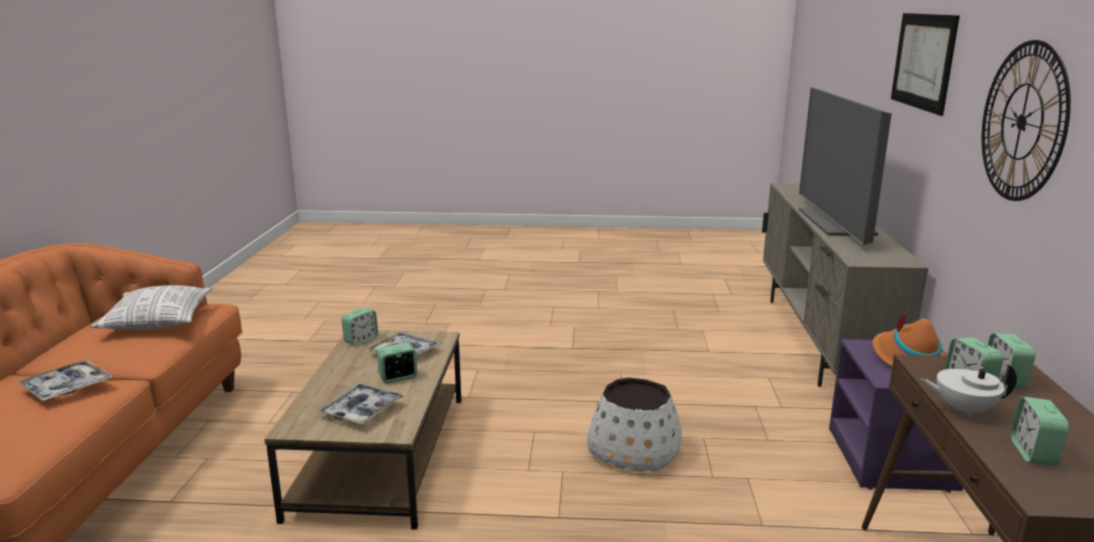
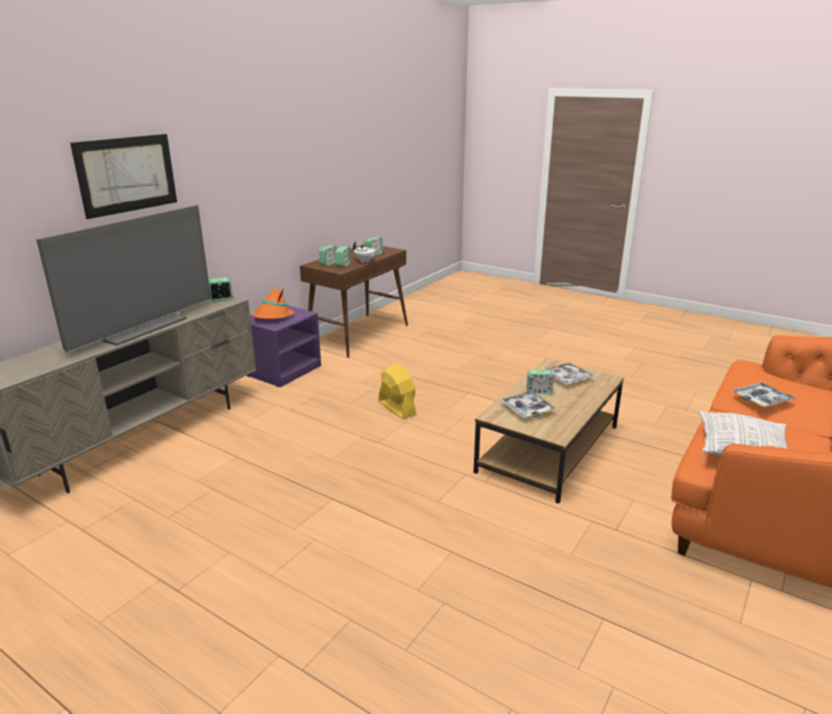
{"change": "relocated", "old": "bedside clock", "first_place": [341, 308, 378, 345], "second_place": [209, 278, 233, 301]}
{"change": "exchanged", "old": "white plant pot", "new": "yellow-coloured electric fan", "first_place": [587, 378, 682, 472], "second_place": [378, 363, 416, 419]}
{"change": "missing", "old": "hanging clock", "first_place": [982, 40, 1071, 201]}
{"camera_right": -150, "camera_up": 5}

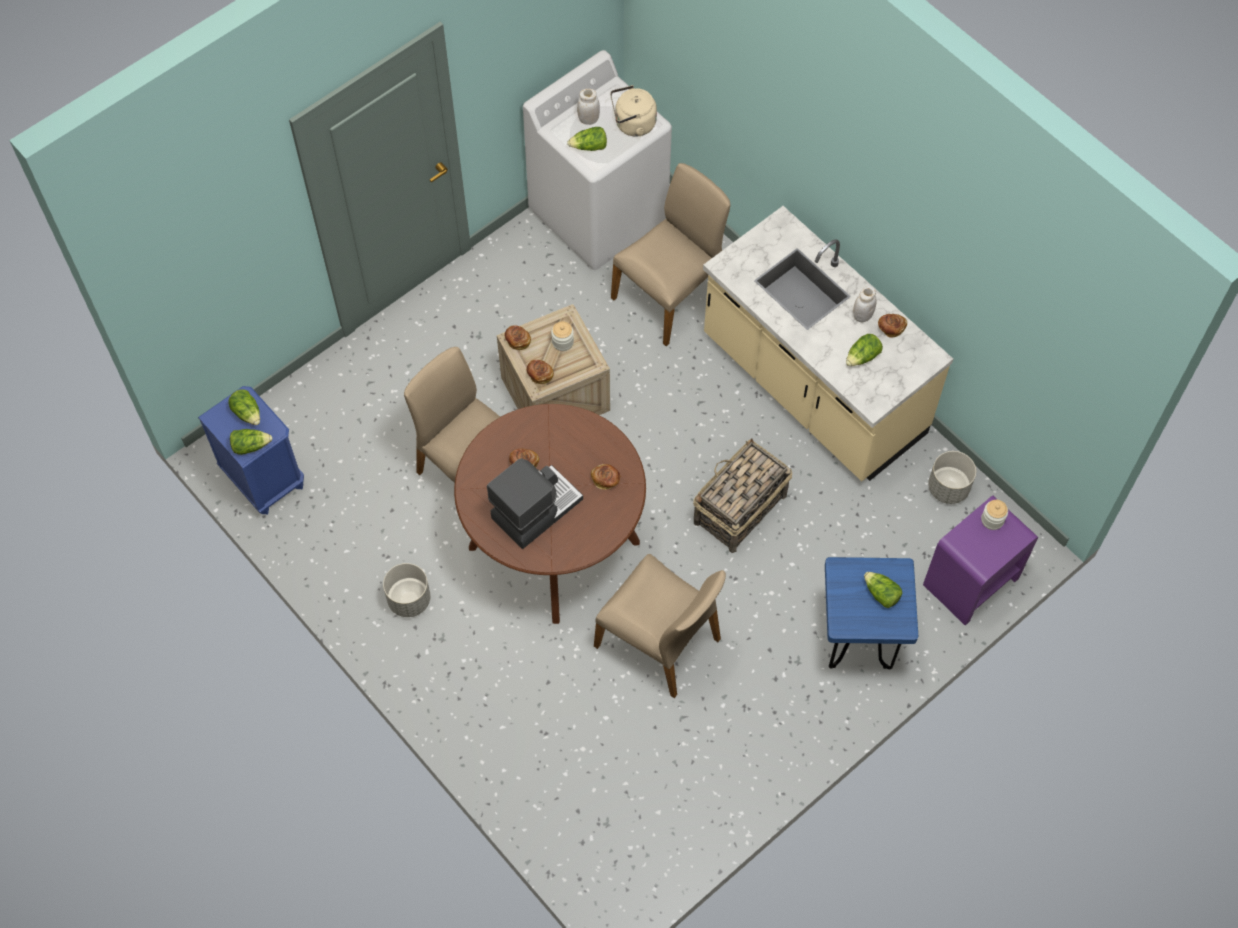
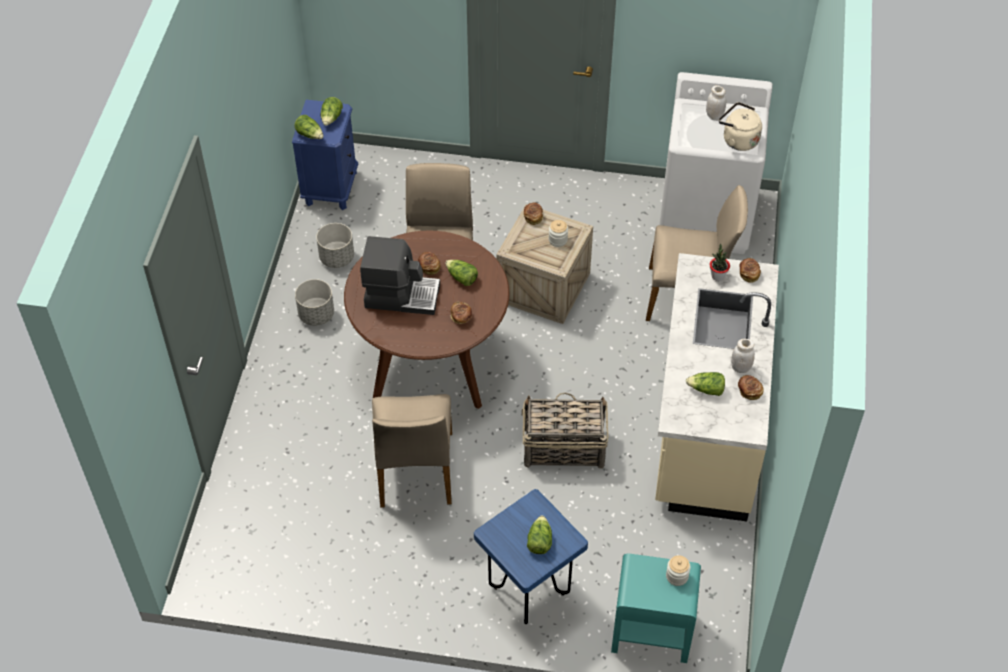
{"change": "relocated", "old": "baked bread", "first_place": [526, 360, 554, 384], "second_place": [739, 258, 761, 283]}
{"change": "relocated", "old": "head of lettuce", "first_place": [567, 127, 607, 151], "second_place": [445, 260, 478, 286]}
{"change": "colour", "old": "purple bedside table", "new": "turquoise bedside table", "first_place": [923, 496, 1038, 625], "second_place": [611, 554, 701, 663]}
{"change": "relocated", "old": "grey plant pot", "first_place": [928, 451, 976, 504], "second_place": [316, 223, 354, 268]}
{"change": "appeared", "new": "plant in a pot", "second_place": [710, 243, 730, 281]}
{"camera_right": 50, "camera_up": -10}

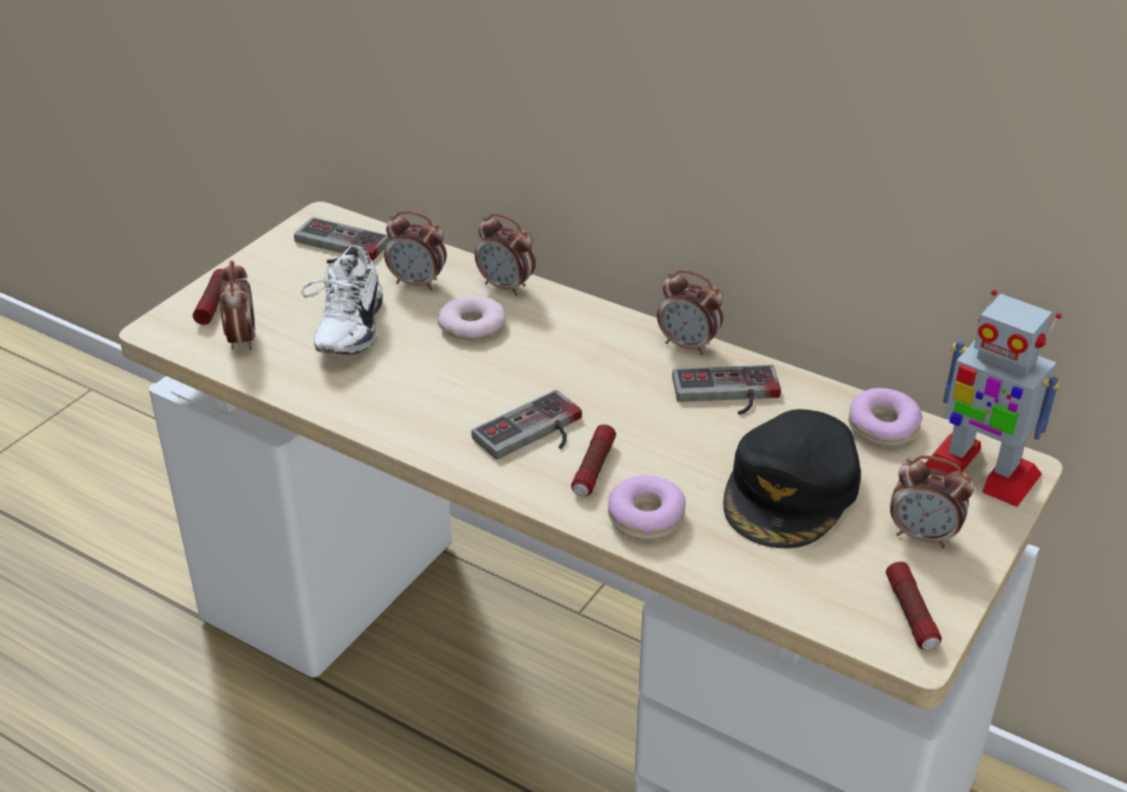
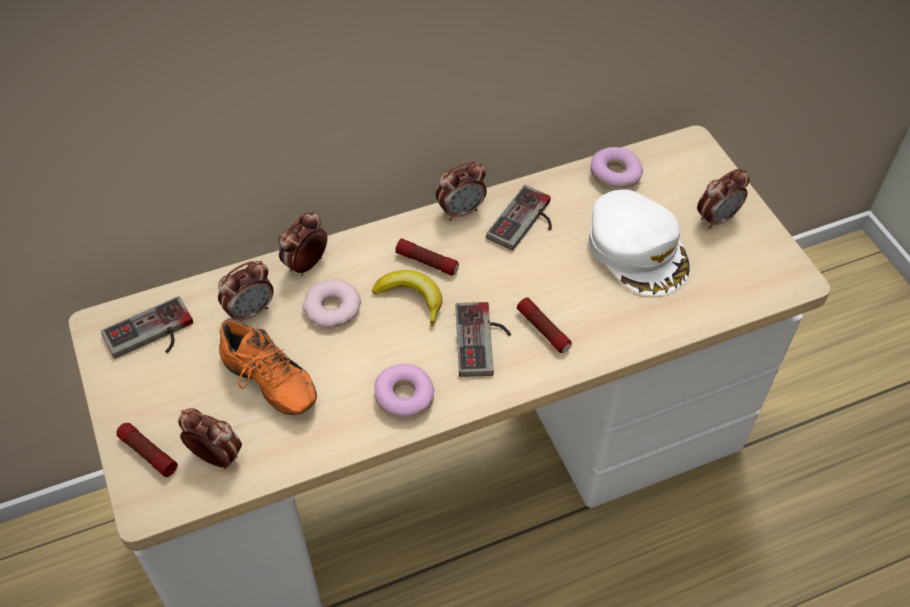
{"change": "colour", "old": "white low shoe", "new": "orange low shoe", "first_place": [301, 245, 383, 355], "second_place": [219, 319, 317, 415]}
{"change": "spun", "old": "bedside clock", "first_place": [475, 213, 536, 296], "second_place": [278, 210, 327, 276], "degrees": 150}
{"change": "relocated", "old": "ring doughnut", "first_place": [608, 475, 686, 540], "second_place": [375, 364, 434, 420]}
{"change": "colour", "old": "blackish cap", "new": "white cap", "first_place": [723, 409, 861, 548], "second_place": [589, 189, 690, 296]}
{"change": "relocated", "old": "torch", "first_place": [886, 562, 942, 650], "second_place": [395, 238, 459, 276]}
{"change": "missing", "old": "toy robot", "first_place": [925, 290, 1062, 507]}
{"change": "appeared", "new": "banana fruit", "second_place": [372, 270, 442, 326]}
{"camera_right": -55, "camera_up": 15}

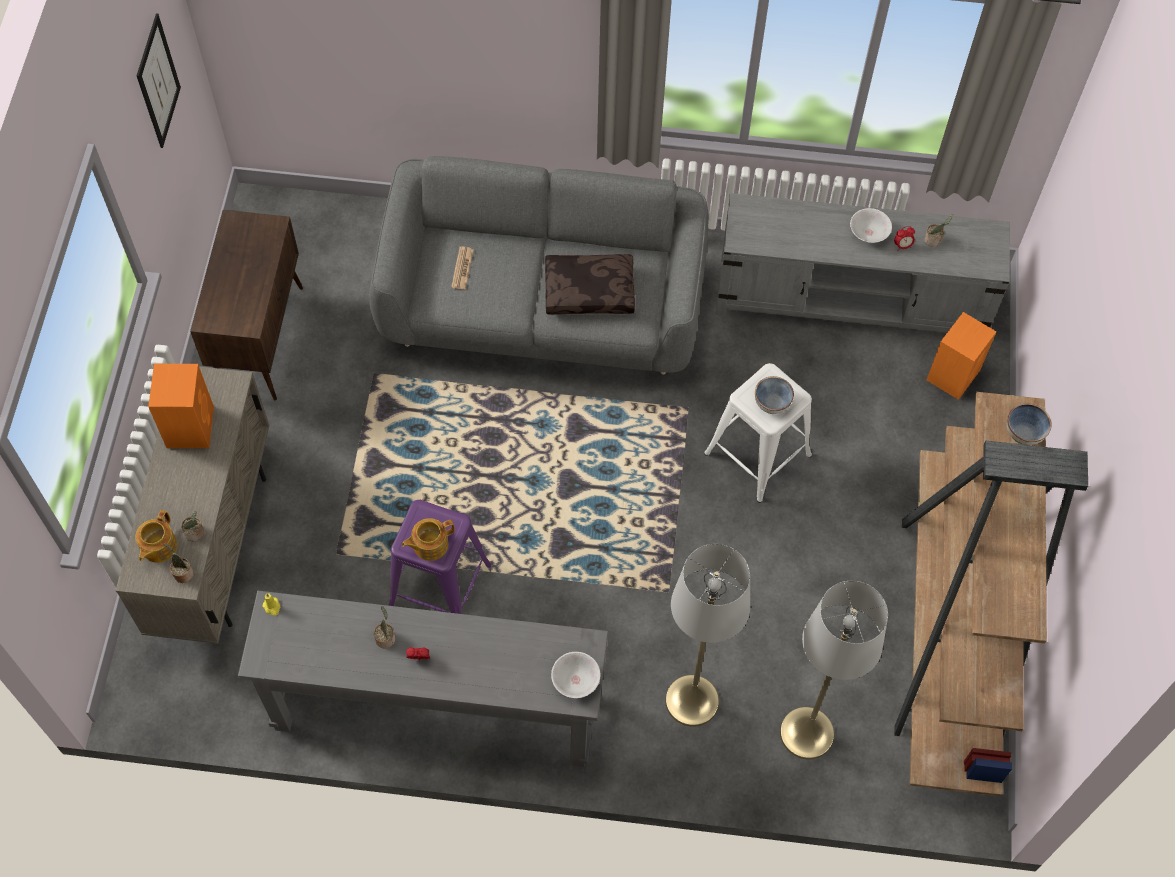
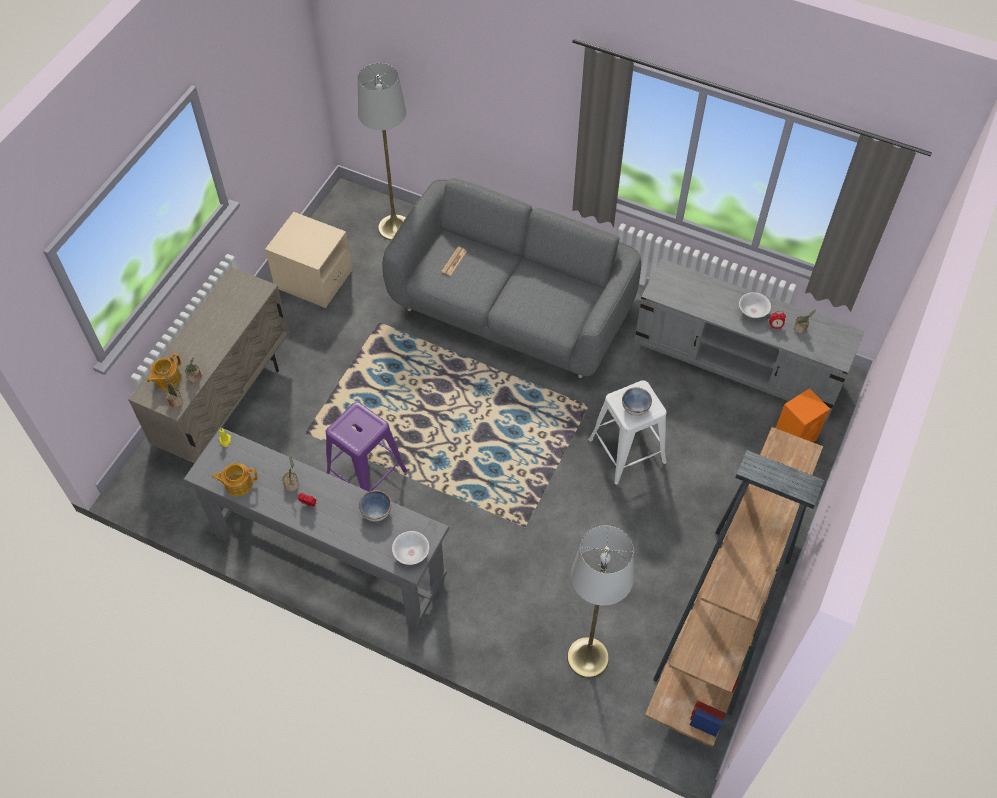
{"change": "missing", "old": "picture", "first_place": [137, 13, 181, 148]}
{"change": "missing", "old": "orange loudspeaker", "first_place": [148, 364, 214, 448]}
{"change": "exchanged", "old": "brownish cabinet", "new": "beige bedside table", "first_place": [190, 210, 303, 400], "second_place": [265, 212, 352, 308]}
{"change": "relocated", "old": "pot for tea", "first_place": [402, 518, 455, 561], "second_place": [212, 463, 258, 497]}
{"change": "missing", "old": "brownish pillow", "first_place": [545, 254, 635, 315]}
{"change": "relocated", "old": "grey floor lamp", "first_place": [665, 544, 750, 727], "second_place": [358, 63, 406, 240]}
{"change": "relocated", "old": "deep dish", "first_place": [1007, 403, 1052, 445], "second_place": [359, 490, 391, 522]}
{"camera_right": 20, "camera_up": -5}

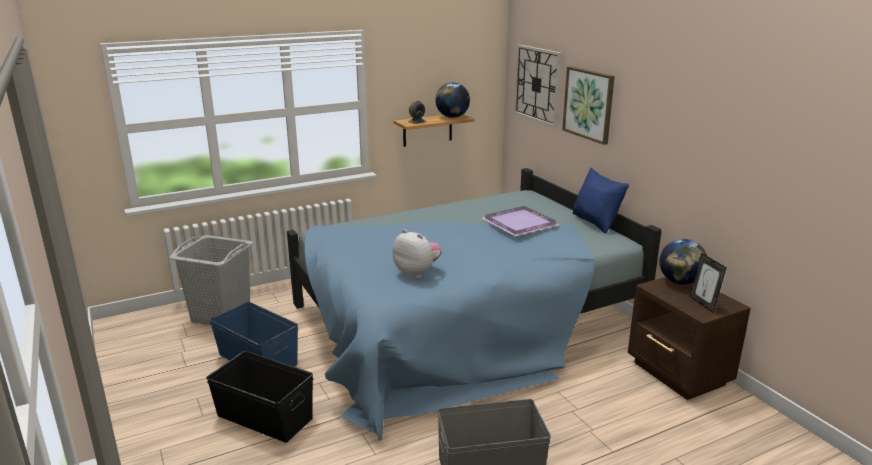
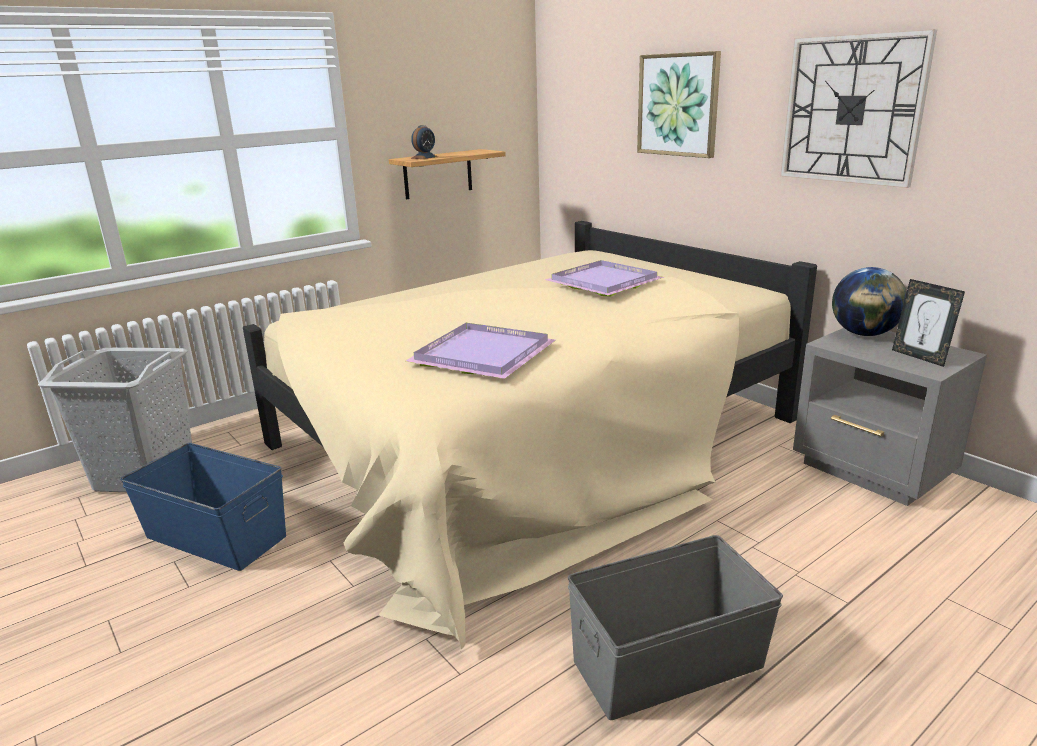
{"change": "missing", "old": "blackish storage bin", "first_place": [206, 351, 313, 443]}
{"change": "colour", "old": "blue bed", "new": "beige bed", "first_place": [287, 168, 662, 442], "second_place": [243, 221, 817, 650]}
{"change": "exchanged", "old": "cuddly toy", "new": "purple serving tray", "first_place": [392, 229, 442, 279], "second_place": [406, 323, 556, 379]}
{"change": "missing", "old": "world globe", "first_place": [435, 82, 470, 118]}
{"change": "relocated", "old": "hanging clock", "first_place": [514, 44, 562, 127], "second_place": [780, 29, 937, 188]}
{"change": "missing", "old": "blue pillow", "first_place": [573, 168, 629, 233]}
{"change": "colour", "old": "brownish bedside table", "new": "grey bedside table", "first_place": [628, 277, 751, 400], "second_place": [793, 328, 987, 506]}
{"camera_right": -10, "camera_up": 0}

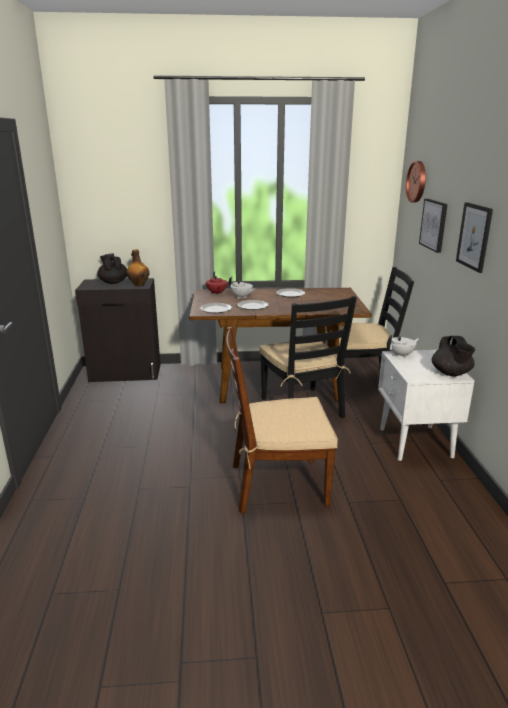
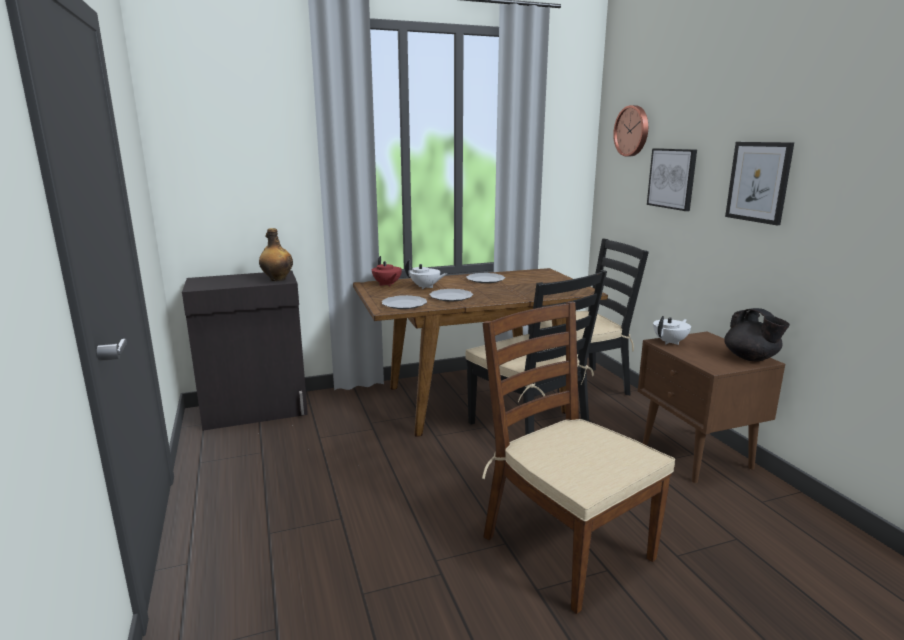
{"change": "missing", "old": "blackish pot for tea", "first_place": [97, 253, 127, 284]}
{"change": "spun", "old": "brownish upright chair", "first_place": [226, 327, 338, 513], "second_place": [482, 302, 675, 614], "degrees": 75}
{"change": "colour", "old": "white bedside table", "new": "brownish bedside table", "first_place": [378, 350, 475, 461], "second_place": [638, 332, 785, 483]}
{"camera_right": -15, "camera_up": -5}

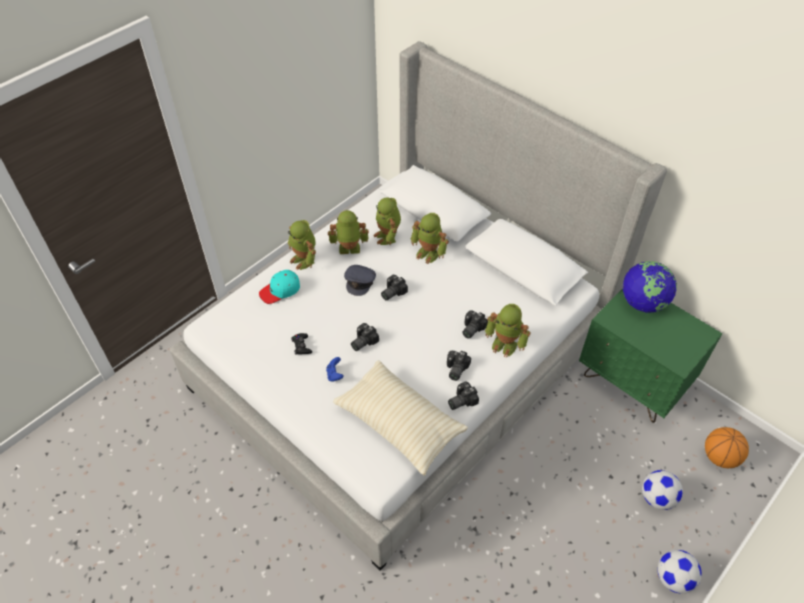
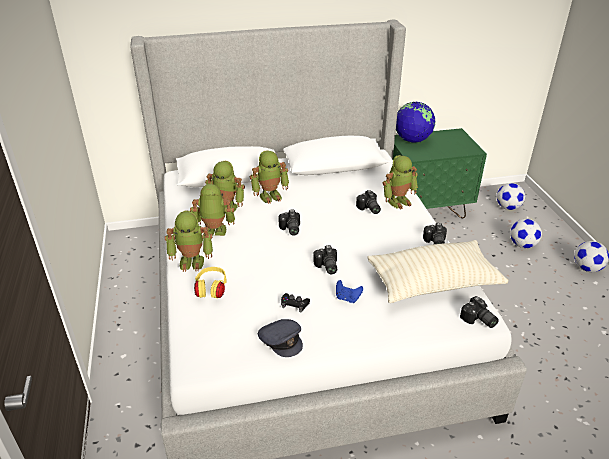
{"change": "exchanged", "old": "turquoise cap", "new": "yellow-coloured headphones", "first_place": [259, 270, 300, 304], "second_place": [194, 267, 227, 298]}
{"change": "spun", "old": "toy robot", "first_place": [328, 210, 369, 254], "second_place": [190, 184, 235, 236], "degrees": 60}
{"change": "relocated", "old": "grey cap", "first_place": [344, 265, 376, 296], "second_place": [258, 319, 303, 357]}
{"change": "relocated", "old": "still camera", "first_place": [447, 351, 471, 381], "second_place": [460, 296, 499, 328]}
{"change": "exchanged", "old": "basketball", "new": "football ball", "first_place": [705, 427, 749, 468], "second_place": [497, 183, 525, 210]}
{"camera_right": -55, "camera_up": -15}

